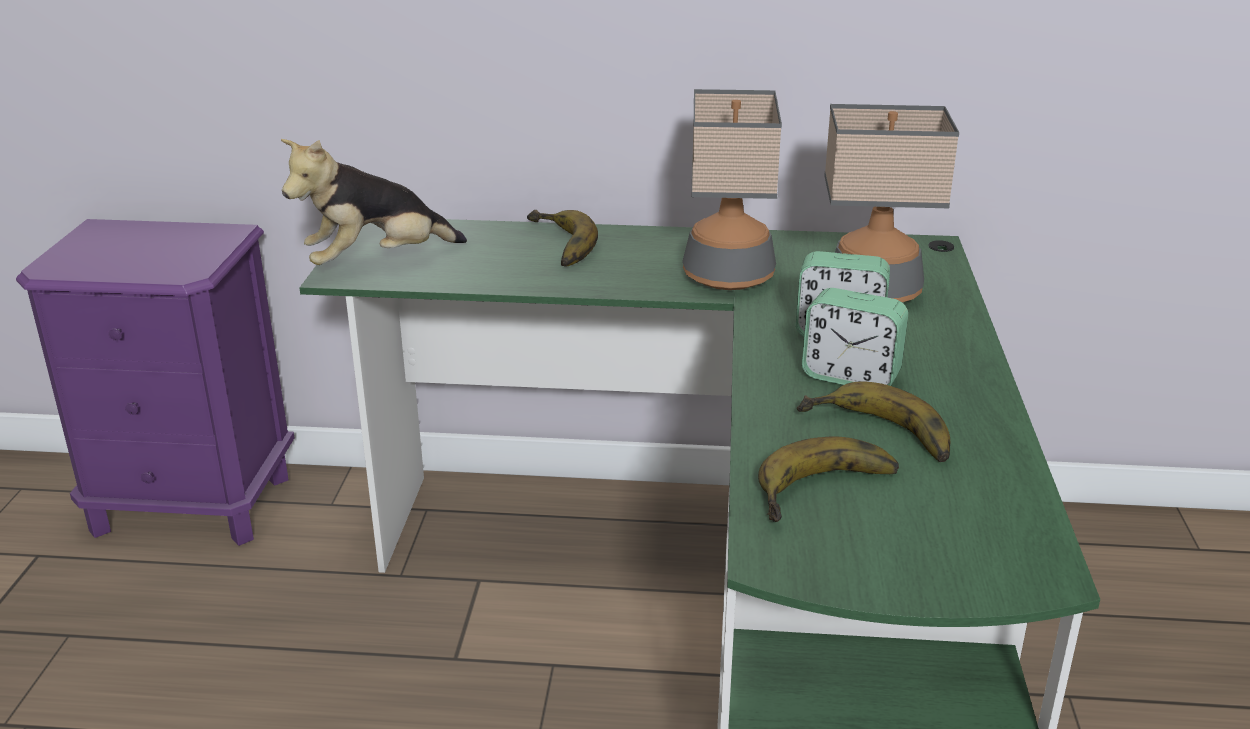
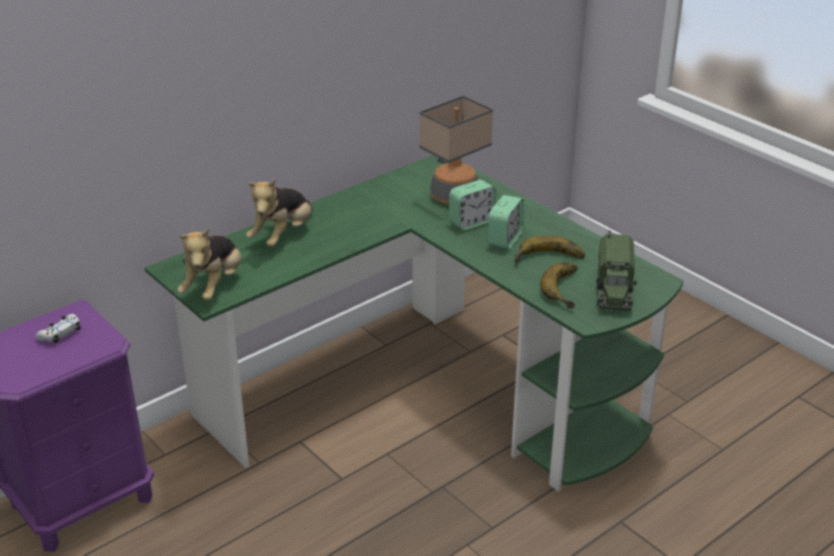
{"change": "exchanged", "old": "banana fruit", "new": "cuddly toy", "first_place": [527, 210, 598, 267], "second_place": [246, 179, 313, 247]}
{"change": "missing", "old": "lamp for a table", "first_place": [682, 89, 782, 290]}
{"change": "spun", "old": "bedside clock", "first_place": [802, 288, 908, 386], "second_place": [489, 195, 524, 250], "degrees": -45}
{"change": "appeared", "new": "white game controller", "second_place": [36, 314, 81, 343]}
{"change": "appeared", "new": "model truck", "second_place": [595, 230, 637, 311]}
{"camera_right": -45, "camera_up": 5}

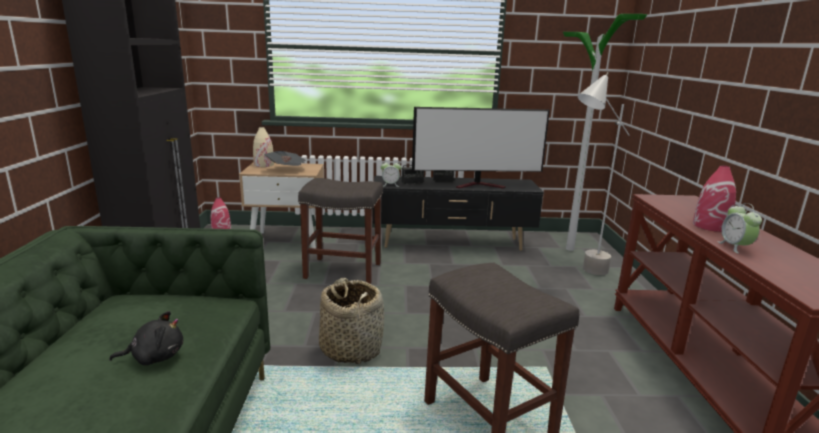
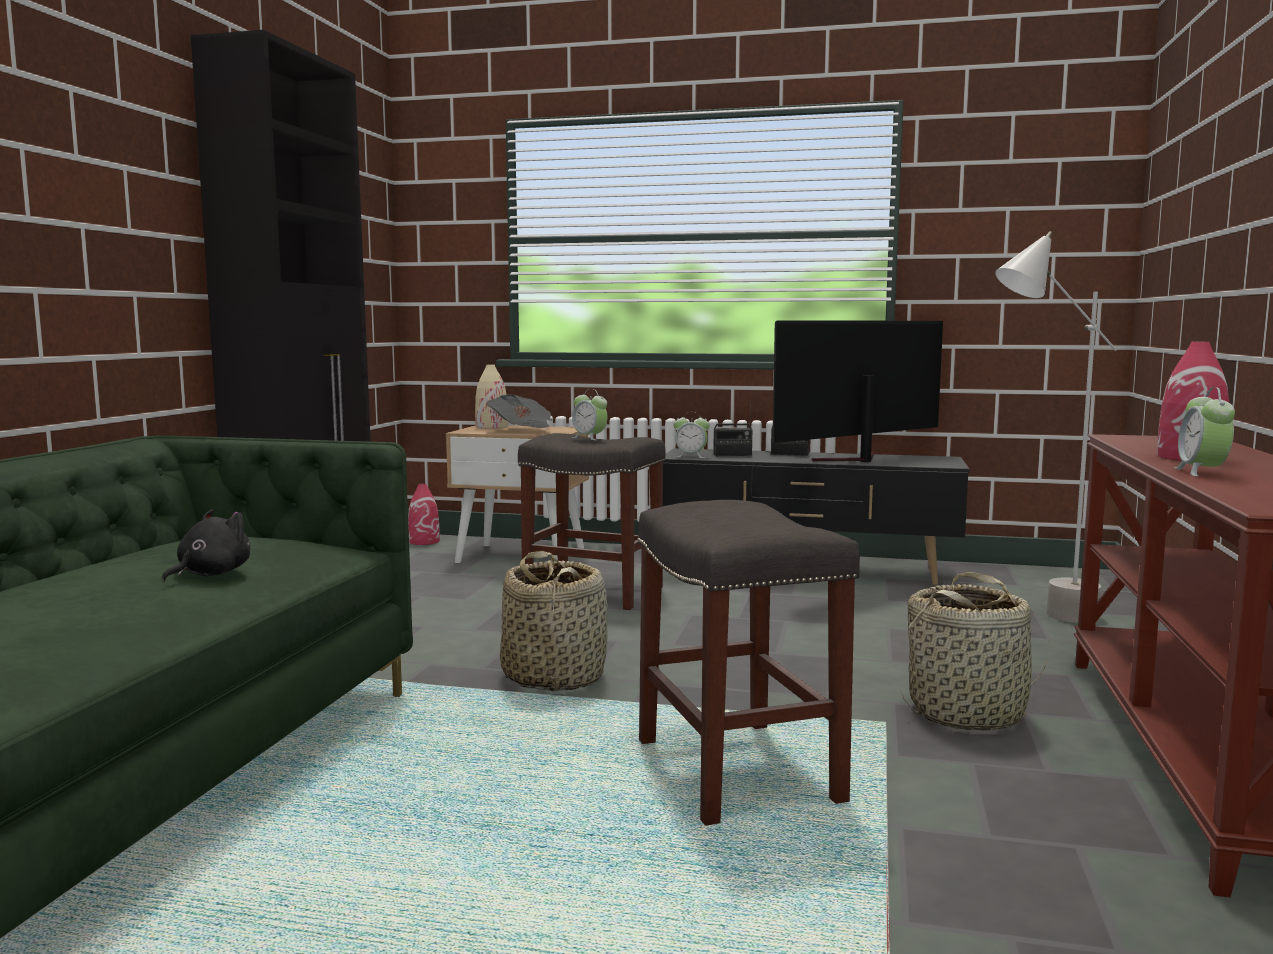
{"change": "spun", "old": "blackish cuddly toy", "first_place": [109, 311, 183, 366], "second_place": [162, 510, 250, 582], "degrees": -60}
{"change": "spun", "old": "TV", "first_place": [412, 107, 550, 189], "second_place": [772, 320, 943, 462], "degrees": 135}
{"change": "missing", "old": "floor lamp", "first_place": [563, 14, 647, 251]}
{"change": "appeared", "new": "bedside clock", "second_place": [572, 389, 608, 440]}
{"change": "appeared", "new": "storage basket", "second_place": [900, 572, 1048, 730]}
{"camera_right": 15, "camera_up": -10}

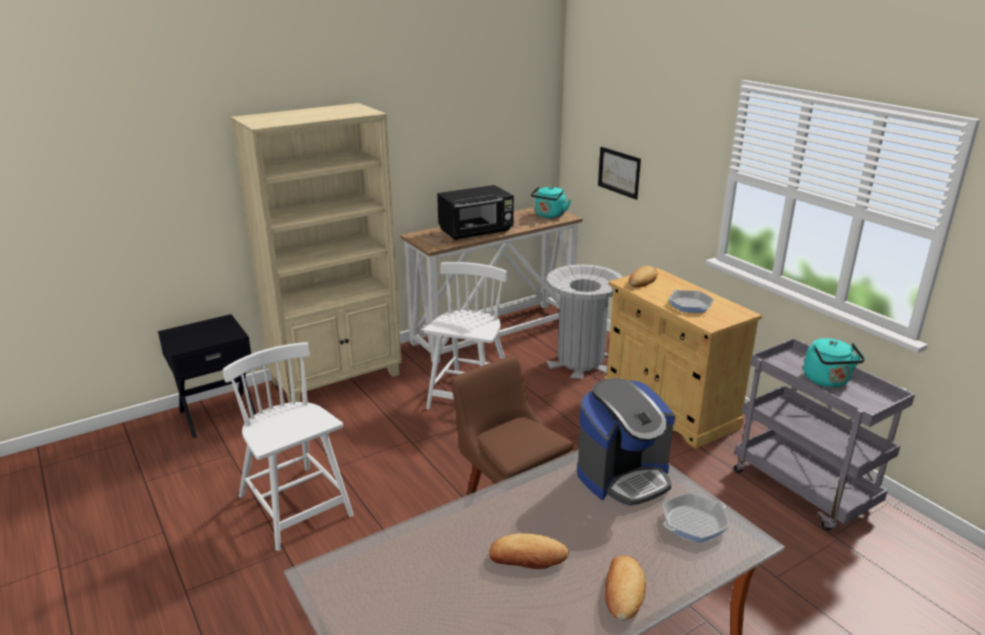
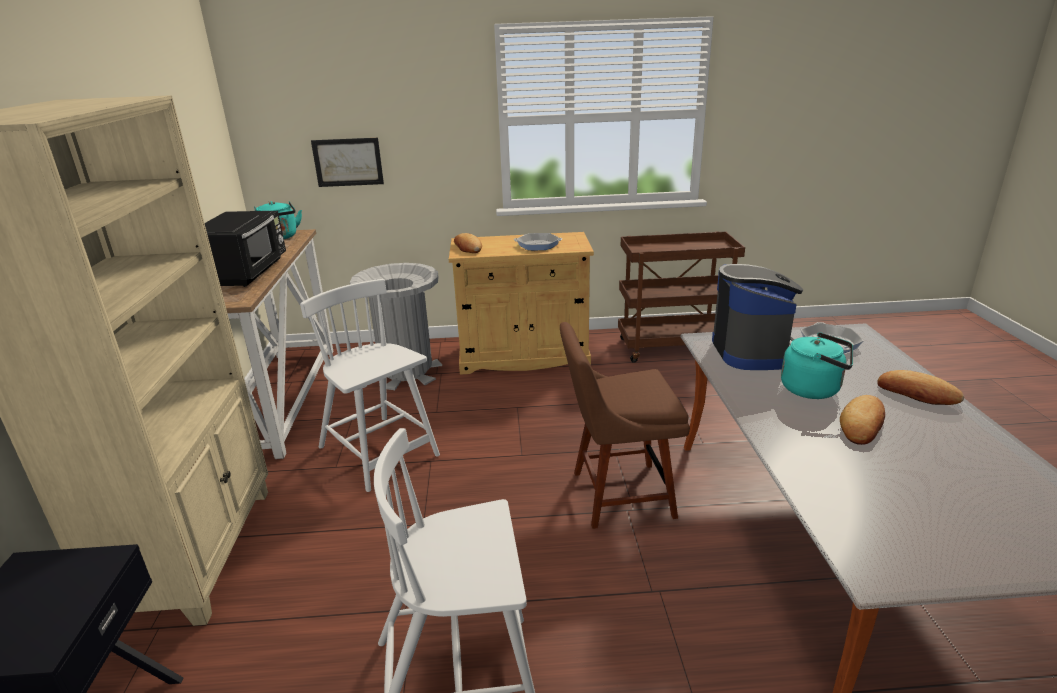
{"change": "colour", "old": "grey cart", "new": "brownish cart", "first_place": [734, 338, 915, 531], "second_place": [618, 231, 745, 363]}
{"change": "relocated", "old": "turquoise kettle", "first_place": [804, 338, 865, 387], "second_place": [781, 332, 853, 399]}
{"camera_right": -60, "camera_up": 0}

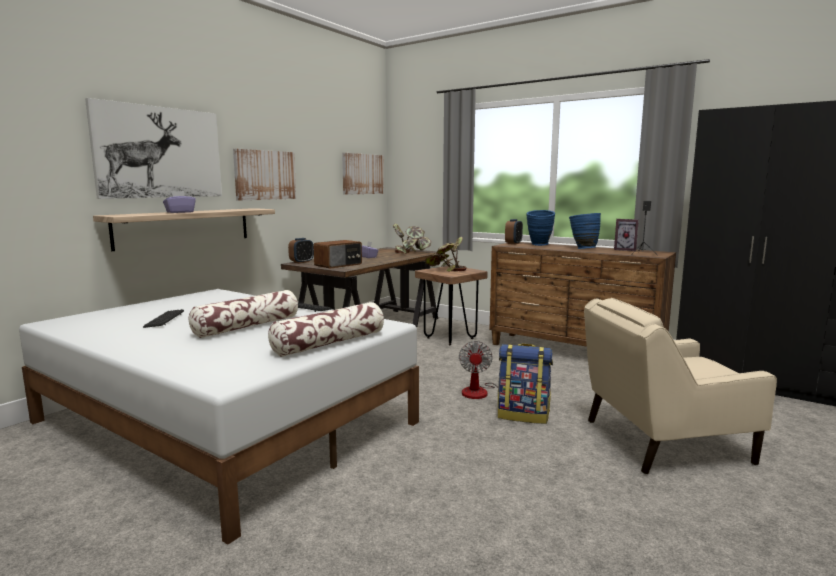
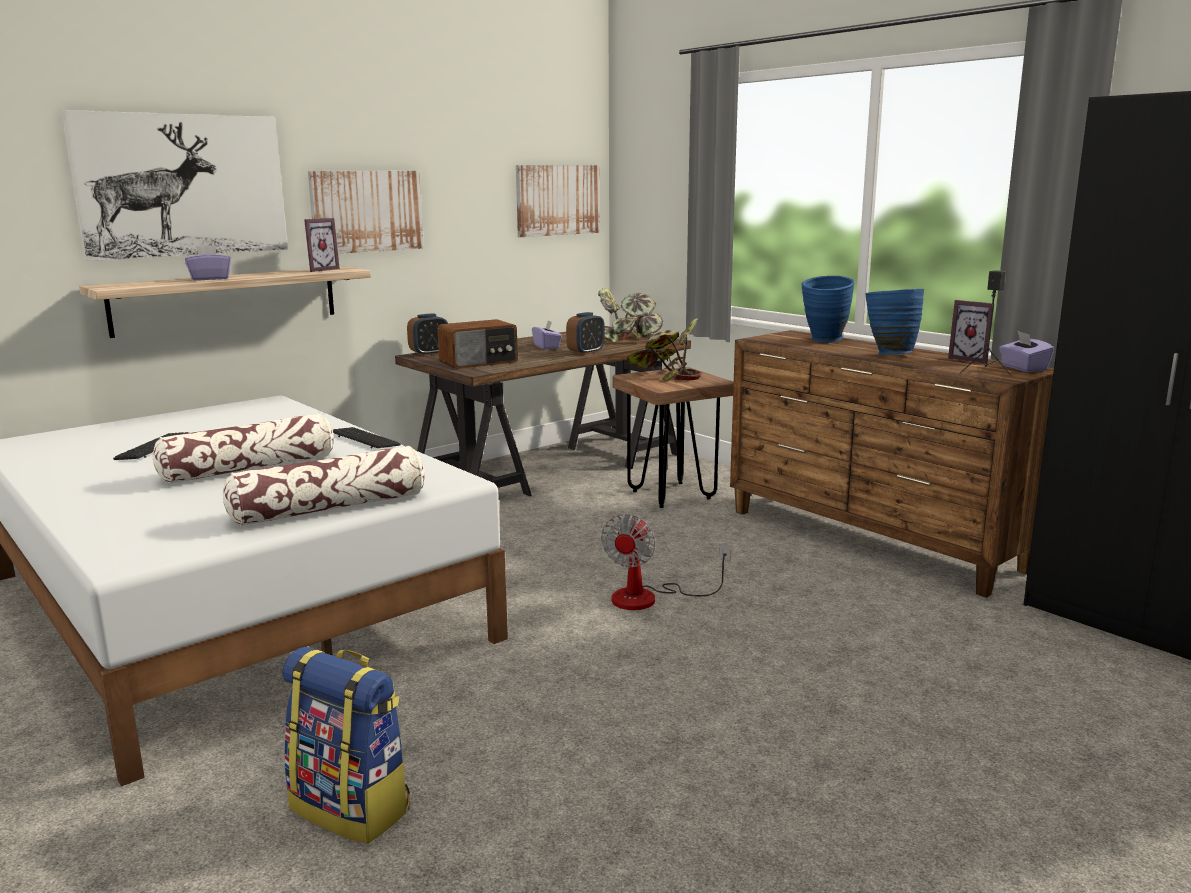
{"change": "relocated", "old": "knapsack", "first_place": [498, 343, 553, 424], "second_place": [282, 647, 410, 844]}
{"change": "relocated", "old": "bedside clock", "first_place": [505, 219, 523, 245], "second_place": [566, 312, 605, 355]}
{"change": "missing", "old": "beige lounge chair", "first_place": [584, 298, 777, 474]}
{"change": "appeared", "new": "standing frame", "second_place": [304, 218, 340, 272]}
{"change": "appeared", "new": "purple tissue box", "second_place": [999, 331, 1054, 372]}
{"camera_right": 15, "camera_up": 5}

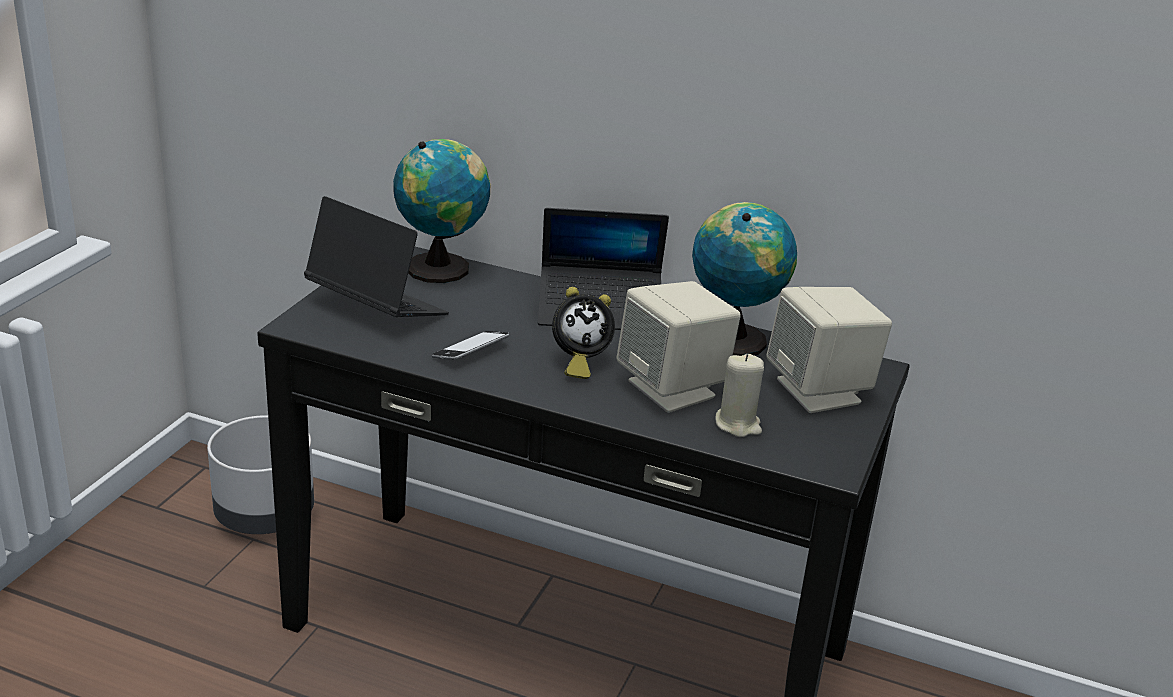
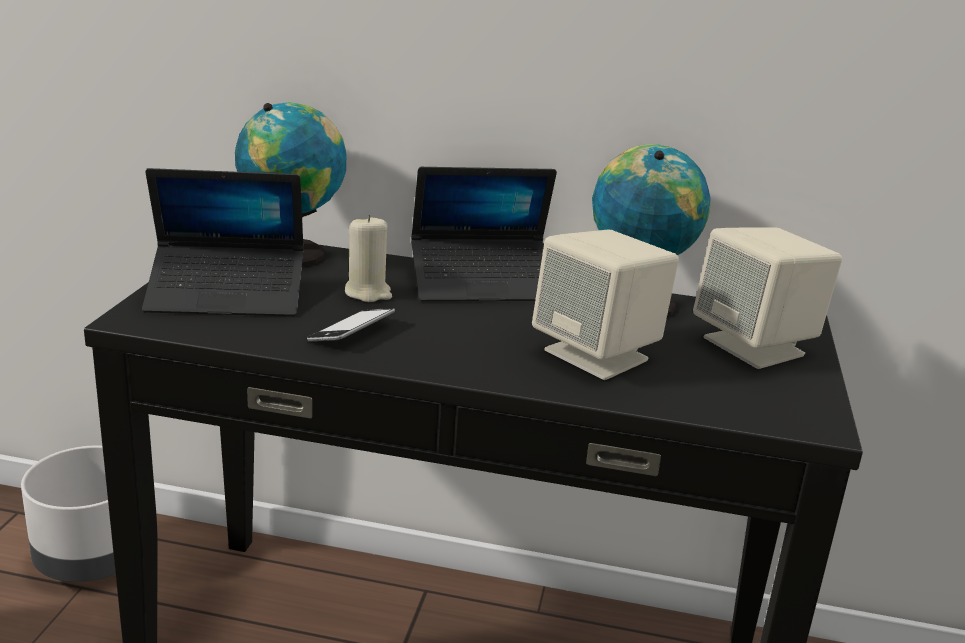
{"change": "spun", "old": "laptop", "first_place": [304, 196, 449, 317], "second_place": [142, 168, 304, 316], "degrees": 150}
{"change": "missing", "old": "bedside clock", "first_place": [552, 287, 615, 379]}
{"change": "relocated", "old": "beige candle", "first_place": [716, 354, 764, 437], "second_place": [345, 214, 392, 302]}
{"camera_right": -10, "camera_up": -5}

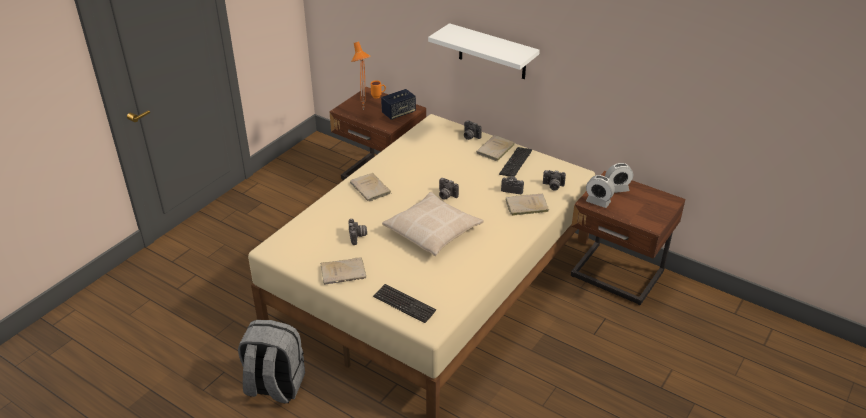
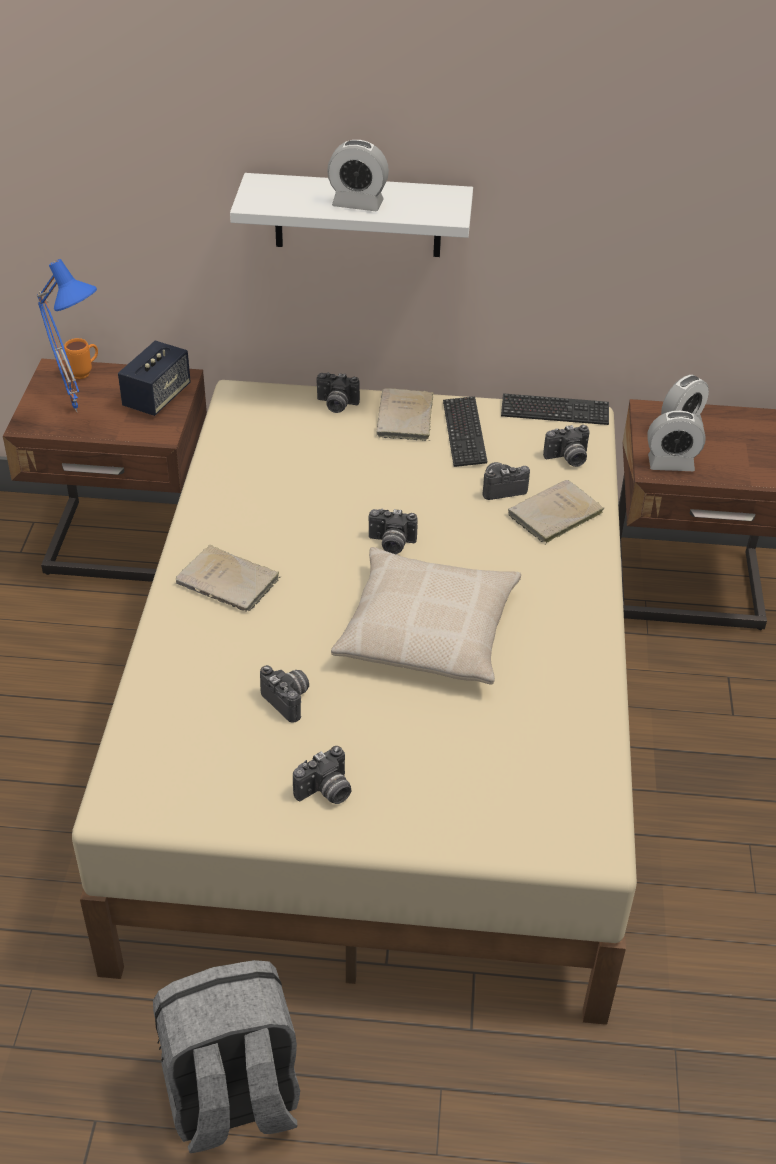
{"change": "exchanged", "old": "beige volume", "new": "still camera", "first_place": [320, 257, 366, 285], "second_place": [293, 746, 351, 804]}
{"change": "colour", "old": "orange lamp for a table", "new": "blue lamp for a table", "first_place": [351, 41, 371, 110], "second_place": [37, 259, 97, 413]}
{"change": "relocated", "old": "PC keyboard", "first_place": [373, 284, 436, 323], "second_place": [501, 393, 609, 425]}
{"change": "appeared", "new": "bedside clock", "second_place": [327, 140, 389, 211]}
{"camera_right": -30, "camera_up": 5}

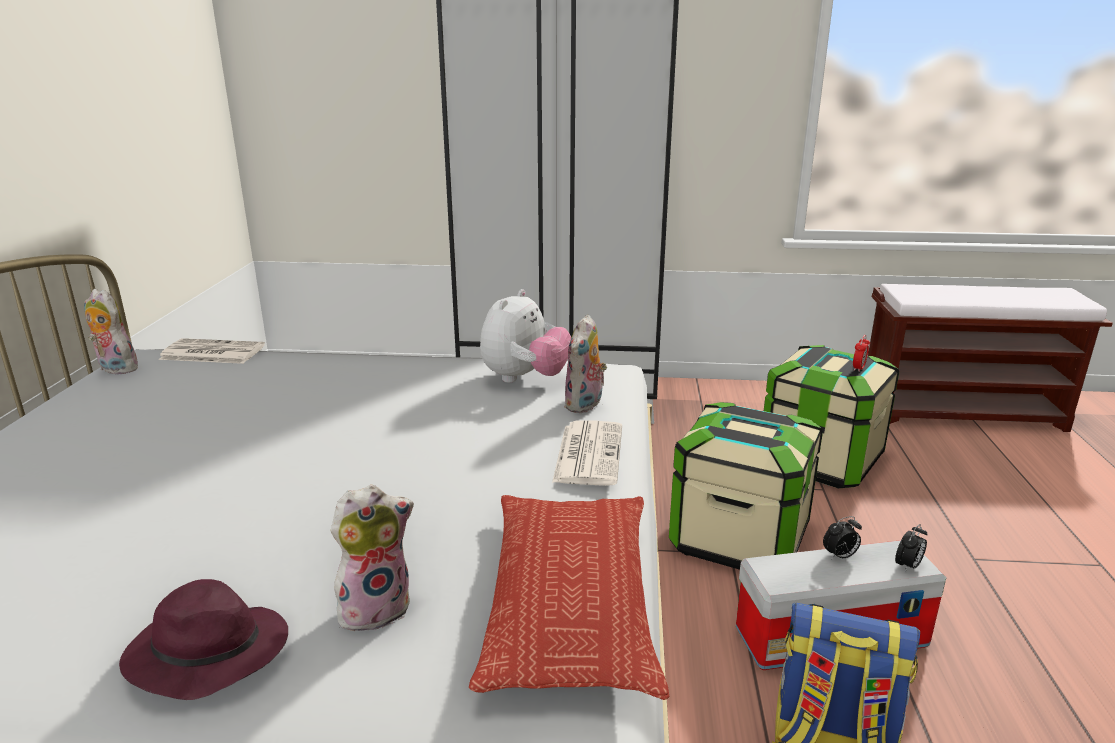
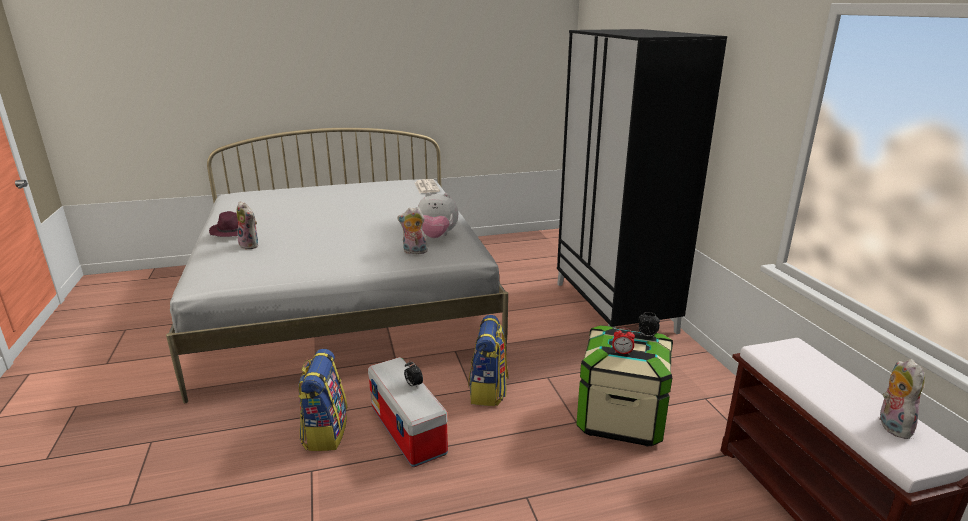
{"change": "relocated", "old": "cuddly toy", "first_place": [84, 289, 138, 374], "second_place": [879, 359, 925, 439]}
{"change": "missing", "old": "pillow", "first_place": [469, 495, 669, 700]}
{"change": "missing", "old": "printed paper", "first_place": [552, 420, 622, 486]}
{"change": "exchanged", "old": "storage bin", "new": "knapsack", "first_place": [669, 402, 823, 570], "second_place": [468, 315, 508, 406]}
{"change": "relocated", "old": "bedside clock", "first_place": [895, 524, 927, 572], "second_place": [639, 312, 660, 337]}
{"camera_right": 70, "camera_up": 0}

